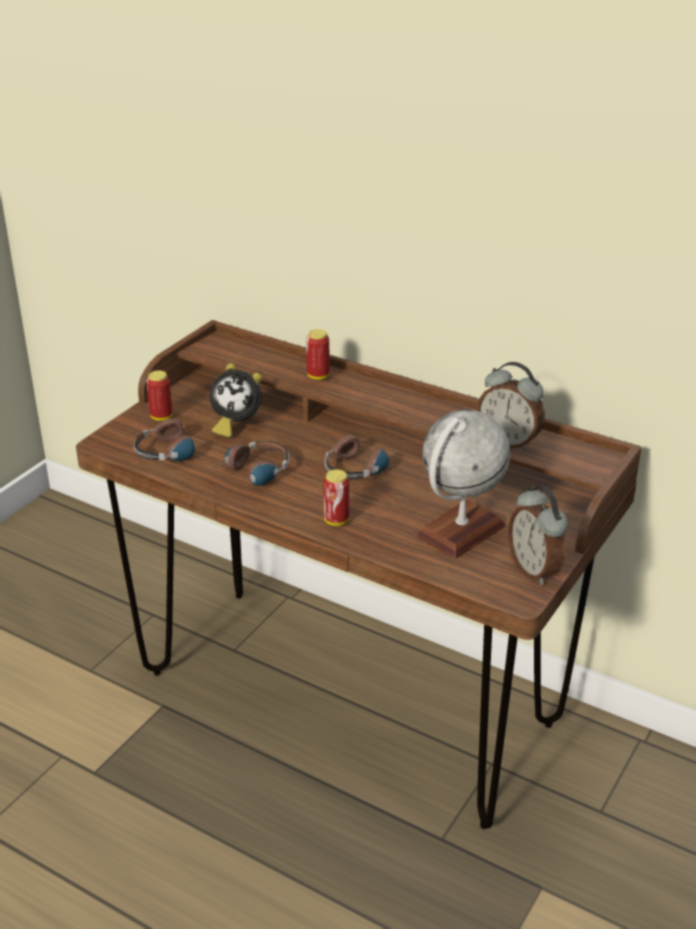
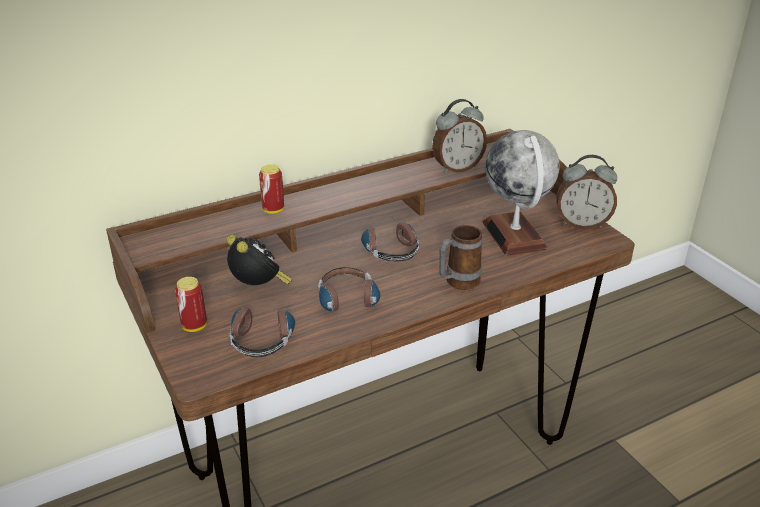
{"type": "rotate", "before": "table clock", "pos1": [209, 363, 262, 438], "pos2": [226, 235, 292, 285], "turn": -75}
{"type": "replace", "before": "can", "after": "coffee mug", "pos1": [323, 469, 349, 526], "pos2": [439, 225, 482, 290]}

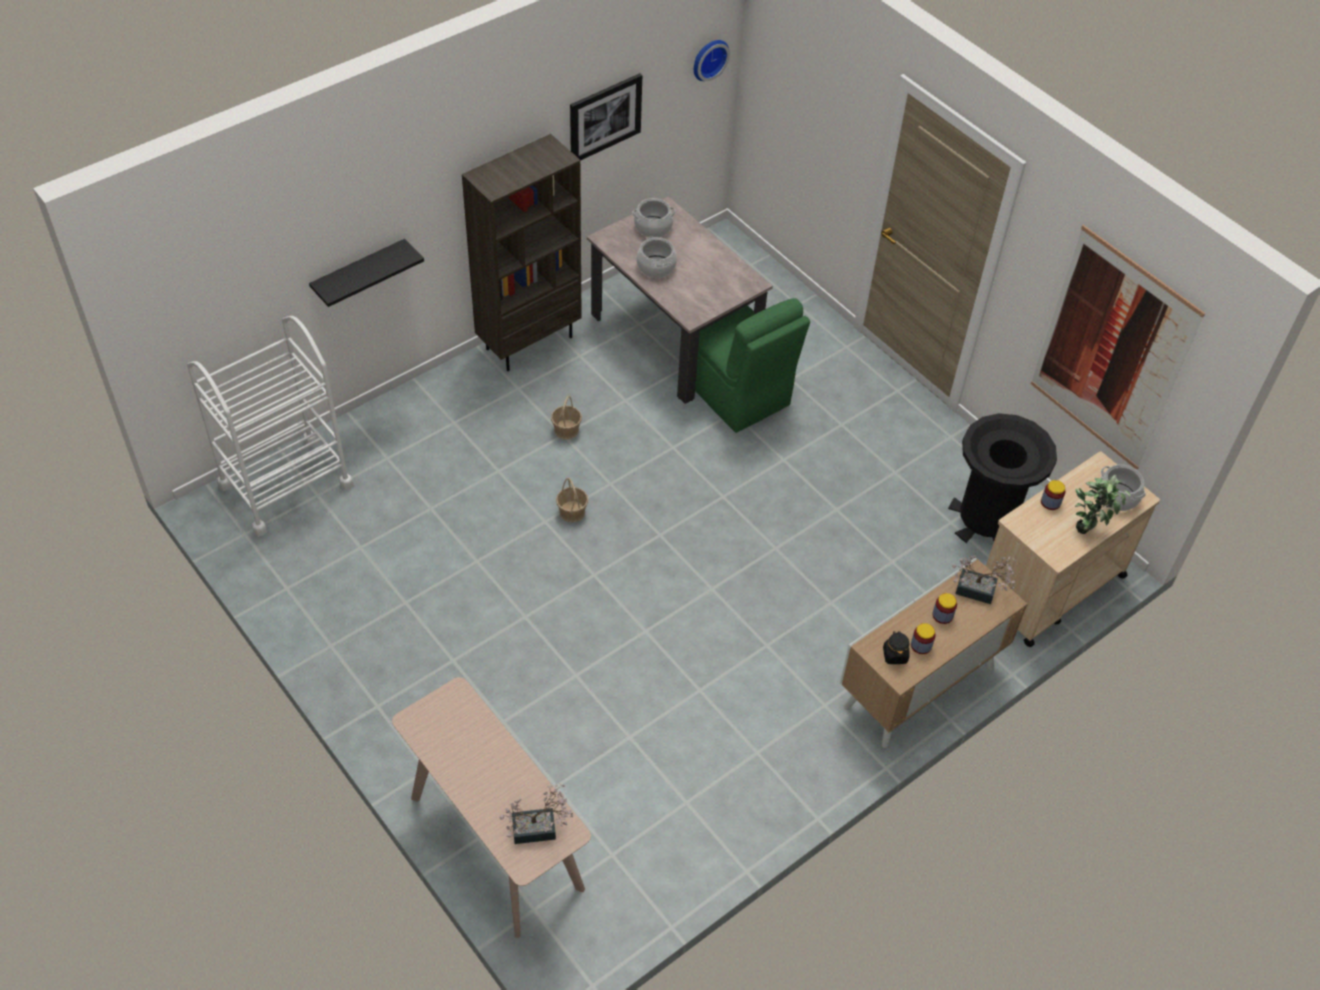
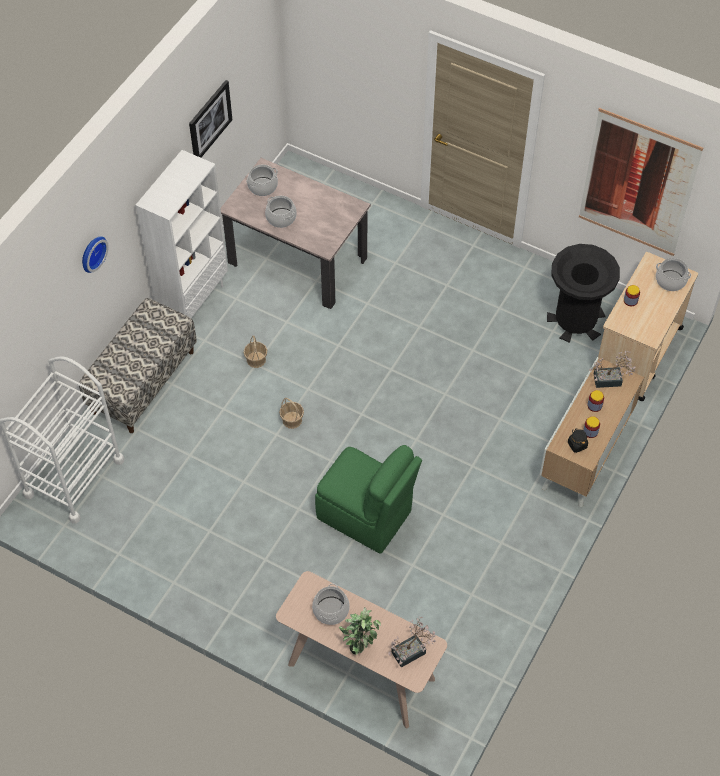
{"type": "delete", "before": "black shelf", "pos1": [309, 239, 424, 307]}
{"type": "recolor", "before": "brown shelving unit", "after": "white-coloured shelving unit", "pos1": [462, 134, 582, 371], "pos2": [135, 150, 228, 318]}
{"type": "move", "before": "hanging clock", "pos1": [694, 40, 730, 81], "pos2": [82, 236, 109, 273]}
{"type": "move", "before": "greenish upright chair", "pos1": [695, 298, 810, 433], "pos2": [315, 445, 422, 554]}
{"type": "move", "before": "plant in a pot", "pos1": [1075, 474, 1131, 534], "pos2": [339, 607, 381, 655]}
{"type": "insert", "after": "long seat", "pos2": [79, 298, 197, 433]}
{"type": "insert", "after": "cooking pot", "pos2": [312, 584, 350, 625]}

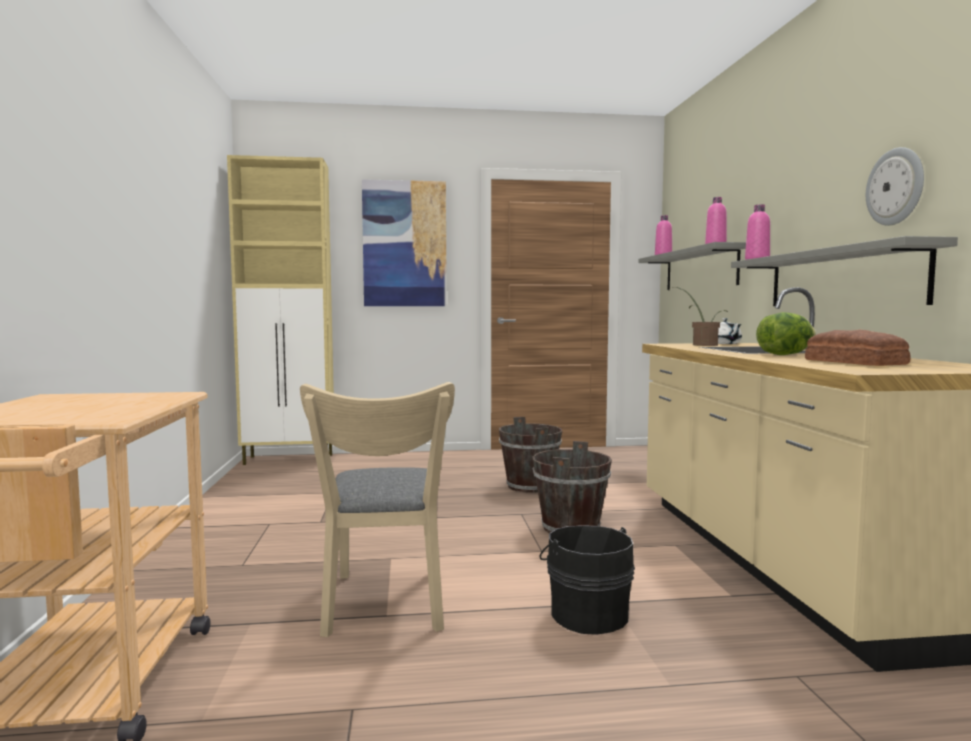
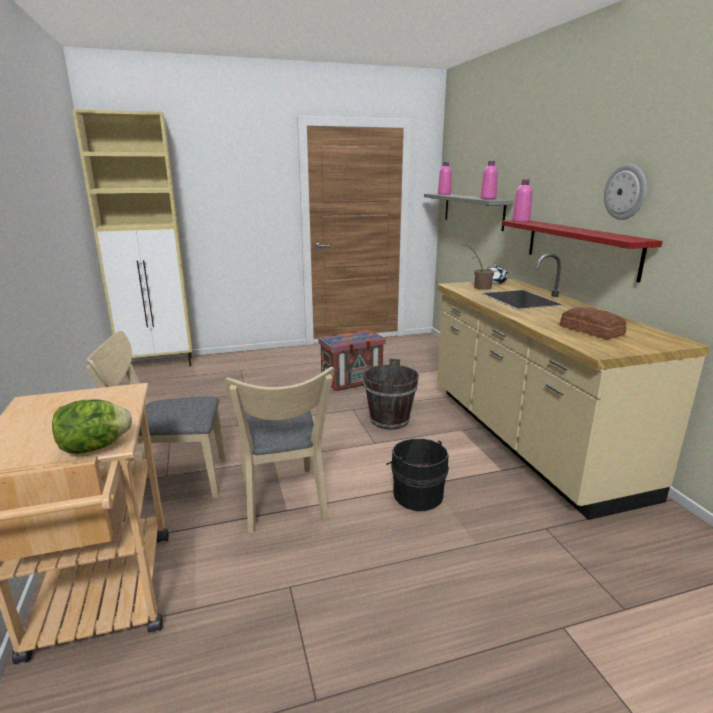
{"type": "delete", "before": "wall art", "pos1": [362, 179, 447, 306]}
{"type": "replace", "before": "brown bucket", "after": "shipping crate", "pos1": [499, 417, 562, 493], "pos2": [318, 330, 385, 391]}
{"type": "recolor", "before": "grey shelf", "after": "red-coloured shelf", "pos1": [731, 236, 958, 306], "pos2": [502, 220, 663, 283]}
{"type": "move", "before": "lettuce", "pos1": [756, 312, 816, 355], "pos2": [52, 399, 132, 454]}
{"type": "insert", "after": "beige-coloured upright chair", "pos2": [86, 331, 226, 498]}

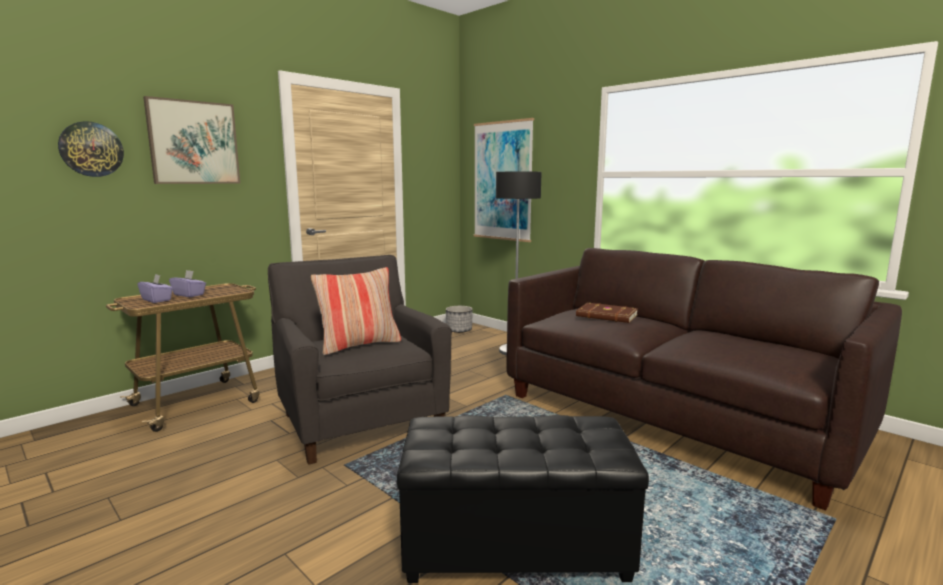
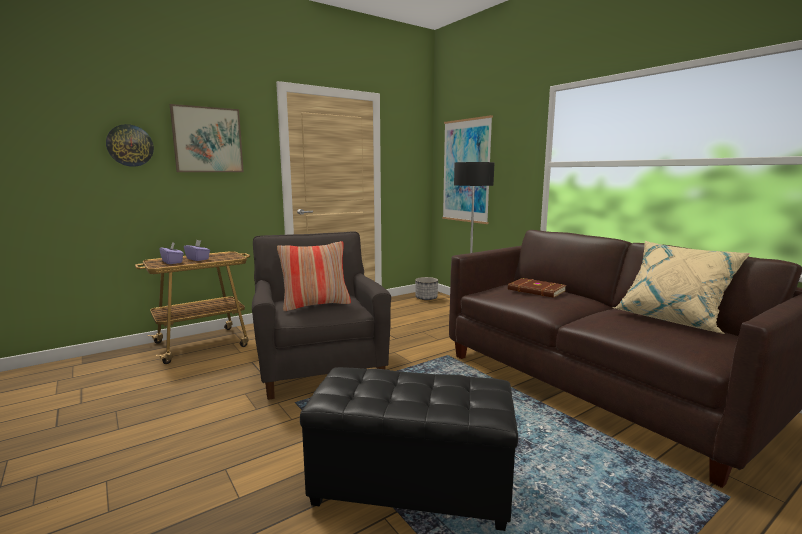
{"type": "insert", "after": "beige-coloured throw pillow", "pos2": [612, 241, 751, 334]}

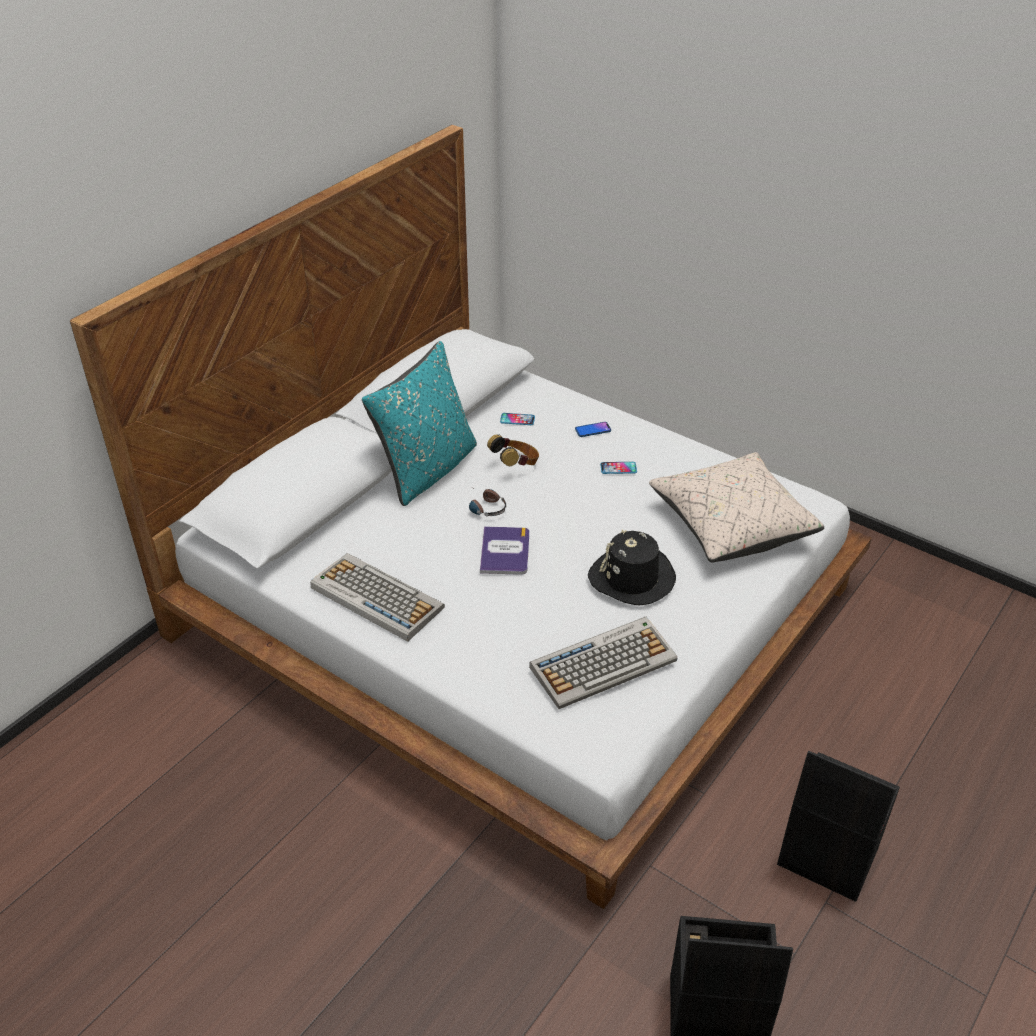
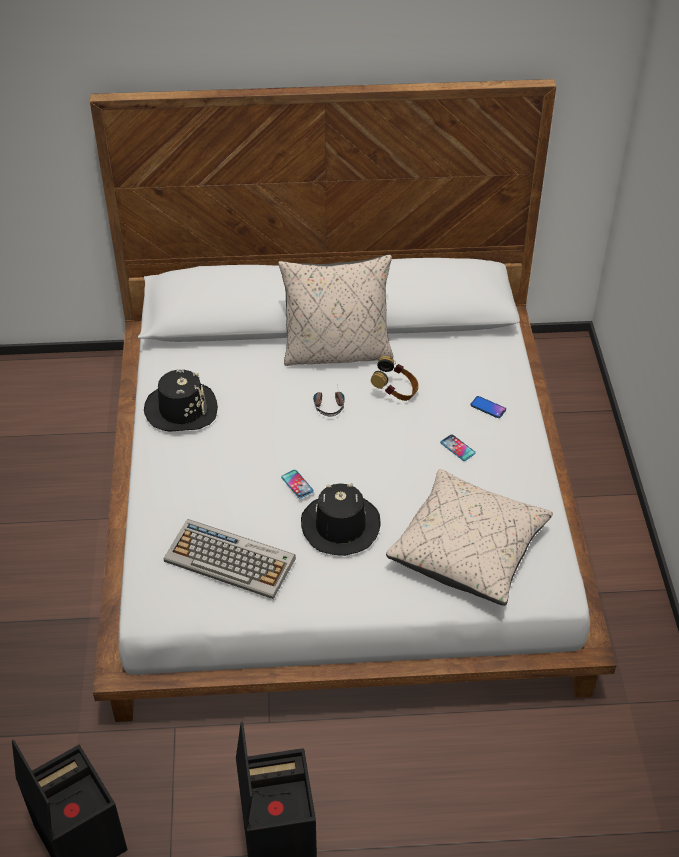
{"type": "replace", "before": "computer keyboard", "after": "black wearable hat", "pos1": [310, 553, 445, 642], "pos2": [144, 369, 218, 432]}
{"type": "recolor", "before": "turquoise throw pillow", "after": "beige-coloured throw pillow", "pos1": [362, 341, 477, 506], "pos2": [278, 255, 393, 366]}
{"type": "delete", "before": "book", "pos1": [480, 526, 529, 575]}
{"type": "move", "before": "telephone", "pos1": [500, 413, 535, 425], "pos2": [281, 470, 314, 499]}

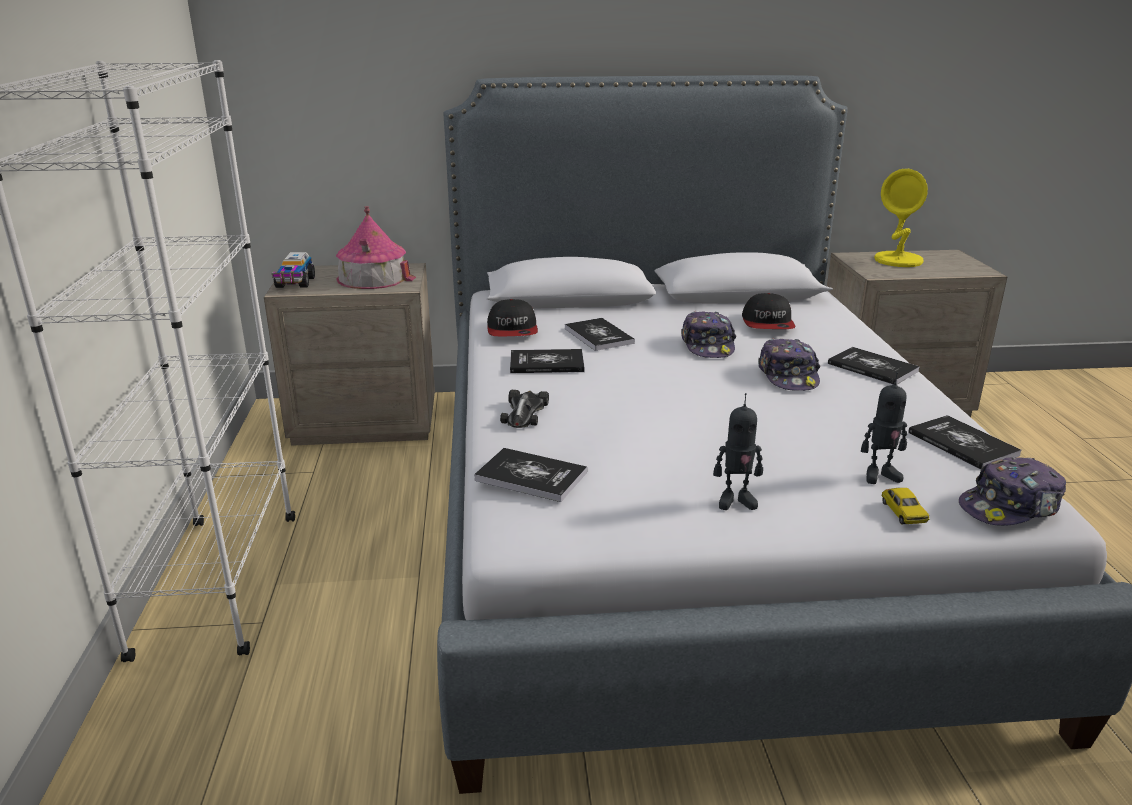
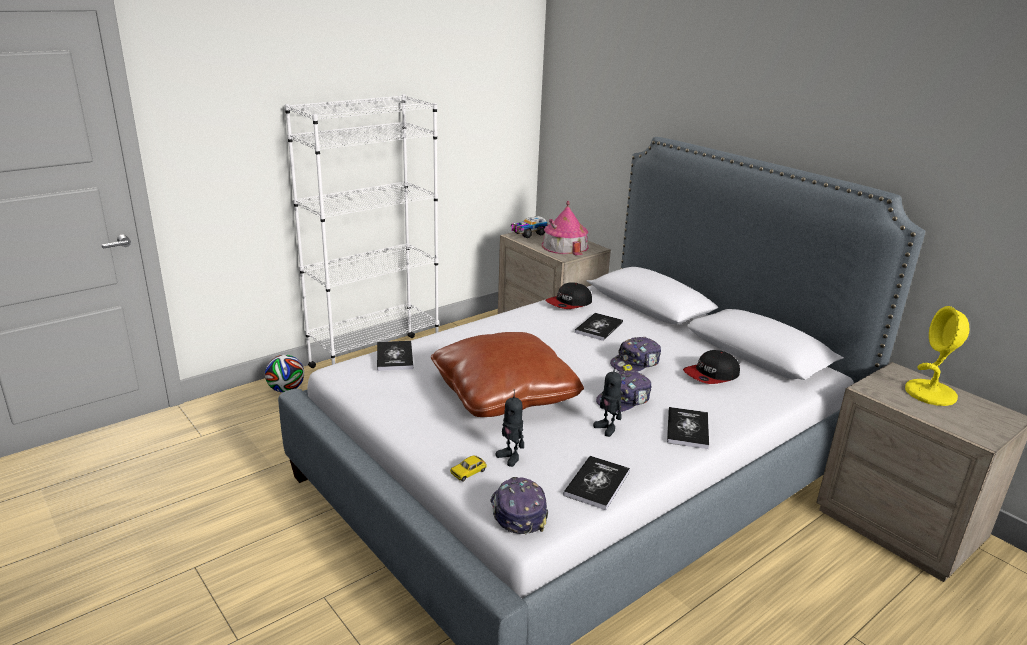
{"type": "delete", "before": "model car", "pos1": [500, 390, 549, 428]}
{"type": "delete", "before": "book", "pos1": [510, 349, 584, 373]}
{"type": "move", "before": "robot figure", "pos1": [713, 393, 763, 510], "pos2": [593, 364, 622, 437]}
{"type": "rotate", "before": "peaked cap", "pos1": [959, 457, 1066, 526], "pos2": [490, 477, 548, 534], "turn": 45}
{"type": "insert", "after": "football", "pos2": [265, 355, 304, 393]}
{"type": "insert", "after": "brown throw pillow", "pos2": [431, 332, 584, 417]}

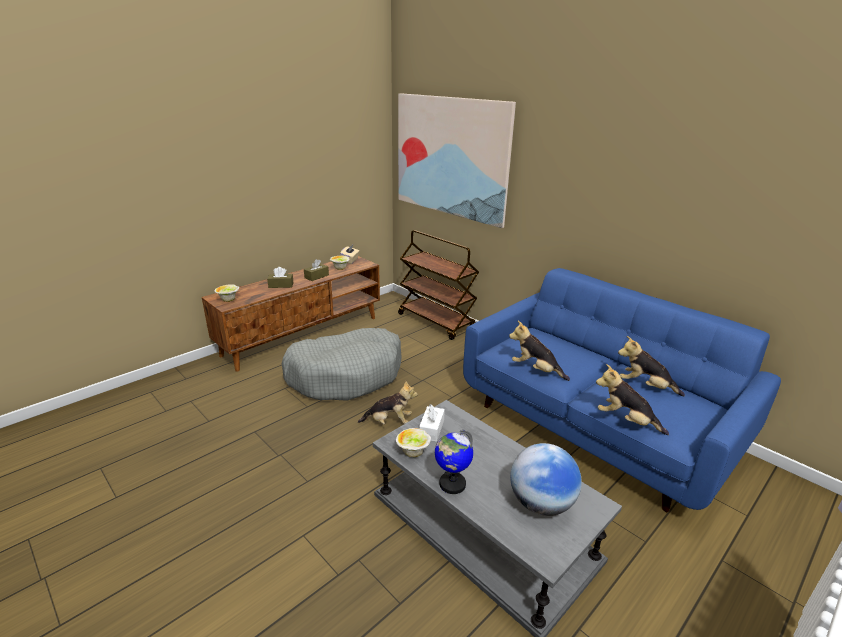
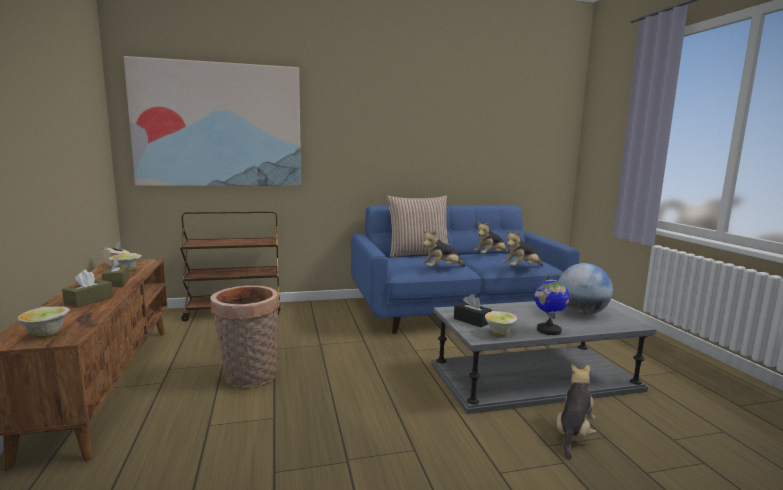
{"type": "replace", "before": "grey pet bed", "after": "household basket", "pos1": [282, 328, 401, 401], "pos2": [210, 285, 279, 388]}
{"type": "move", "before": "plush toy", "pos1": [358, 381, 418, 424], "pos2": [557, 364, 597, 460]}
{"type": "recolor", "before": "white-coloured tissue holder", "after": "black tissue holder", "pos1": [419, 404, 445, 442], "pos2": [454, 294, 492, 327]}
{"type": "insert", "after": "throw pillow", "pos2": [387, 196, 449, 258]}

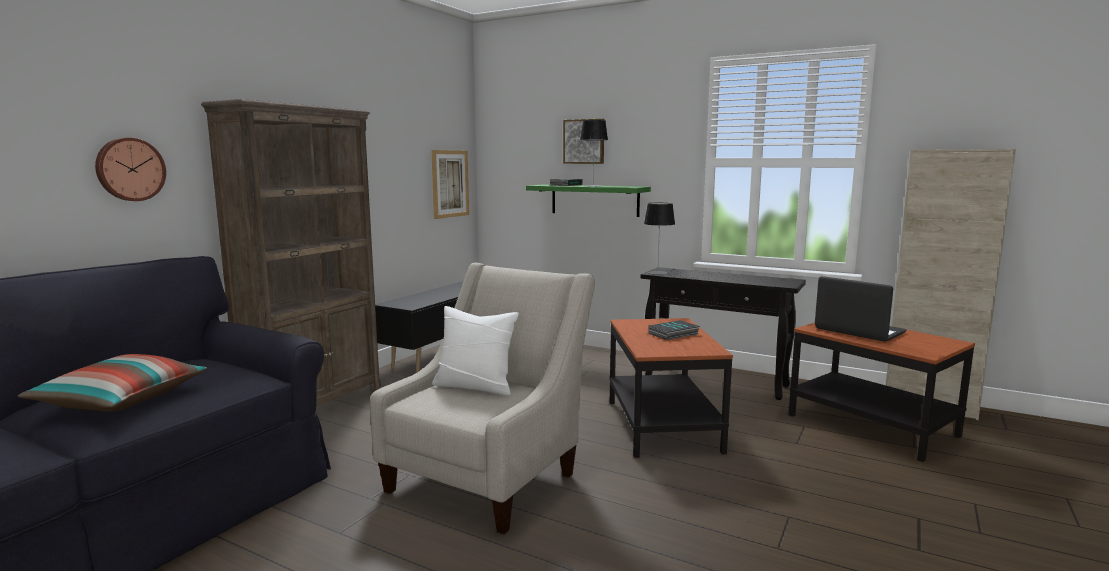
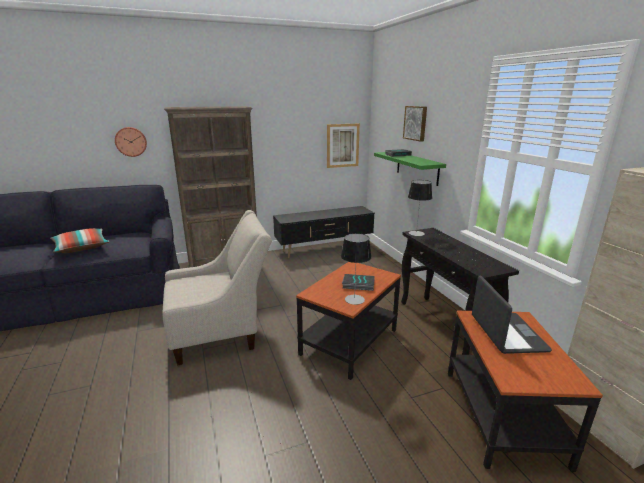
{"type": "delete", "before": "white-coloured throw pillow", "pos1": [432, 306, 519, 396]}
{"type": "move", "before": "tabletop lamp", "pos1": [580, 120, 608, 187], "pos2": [341, 233, 372, 305]}

